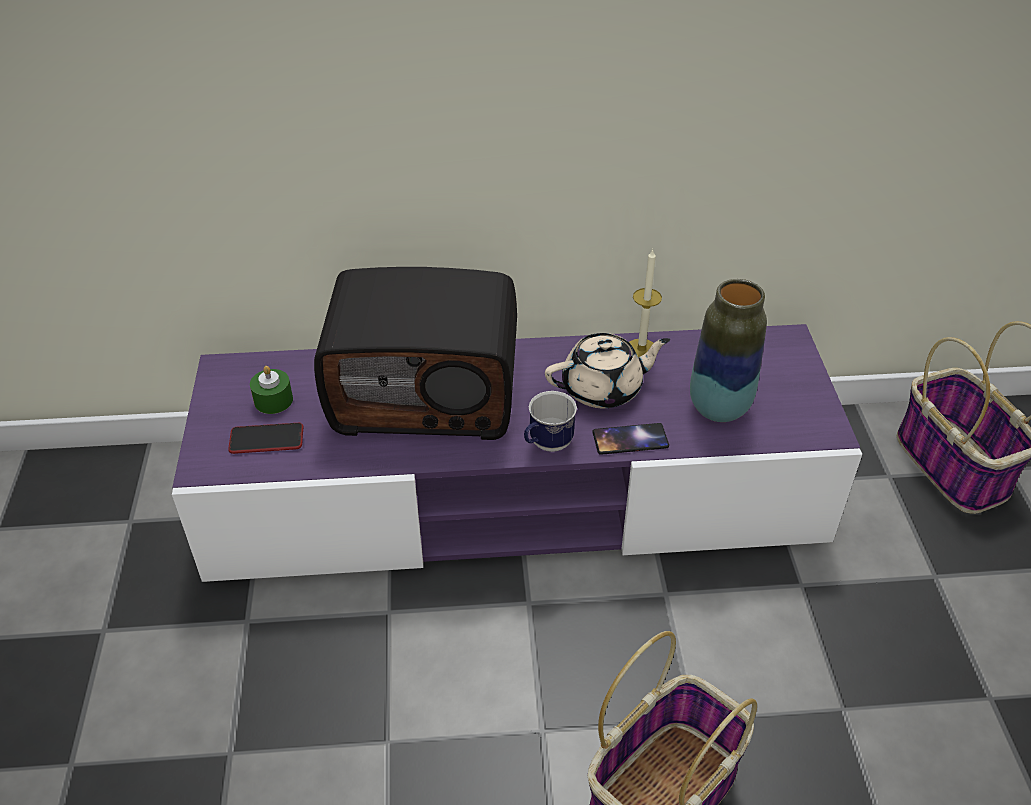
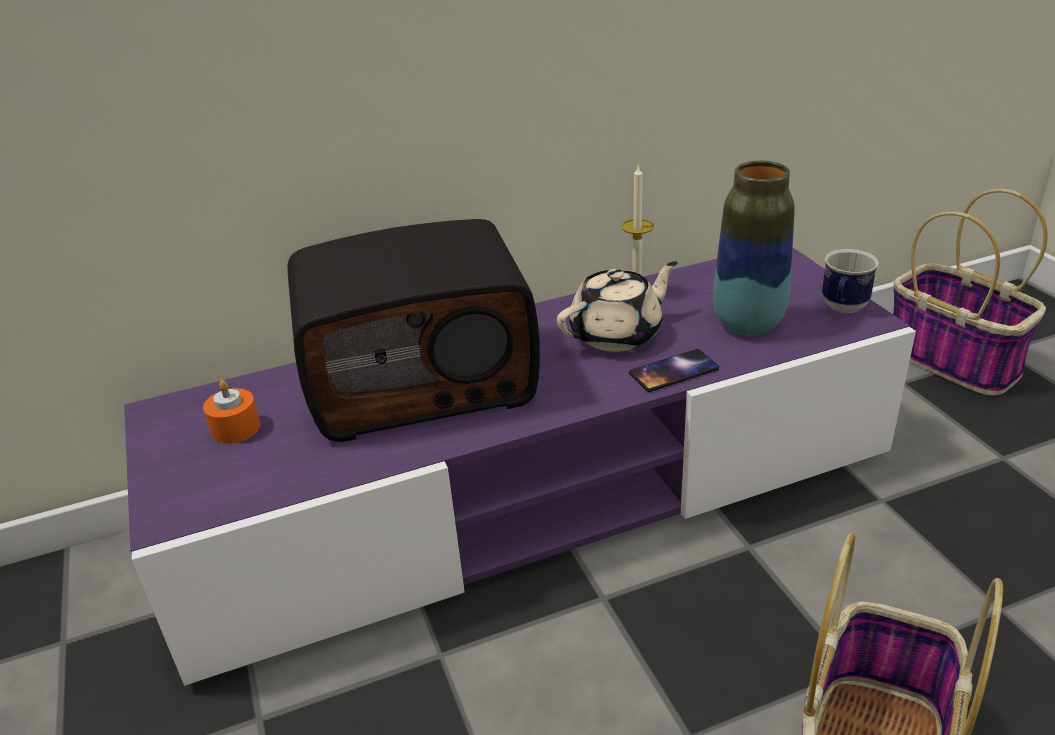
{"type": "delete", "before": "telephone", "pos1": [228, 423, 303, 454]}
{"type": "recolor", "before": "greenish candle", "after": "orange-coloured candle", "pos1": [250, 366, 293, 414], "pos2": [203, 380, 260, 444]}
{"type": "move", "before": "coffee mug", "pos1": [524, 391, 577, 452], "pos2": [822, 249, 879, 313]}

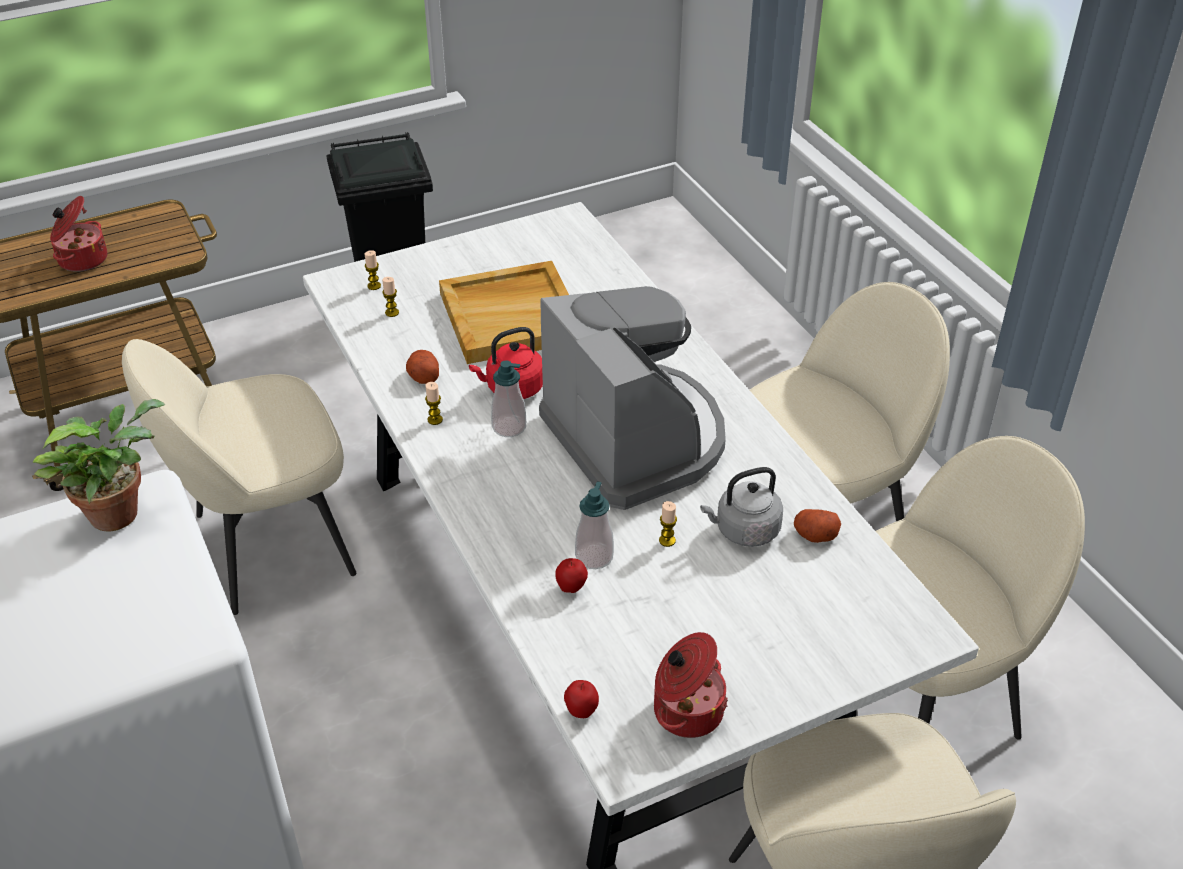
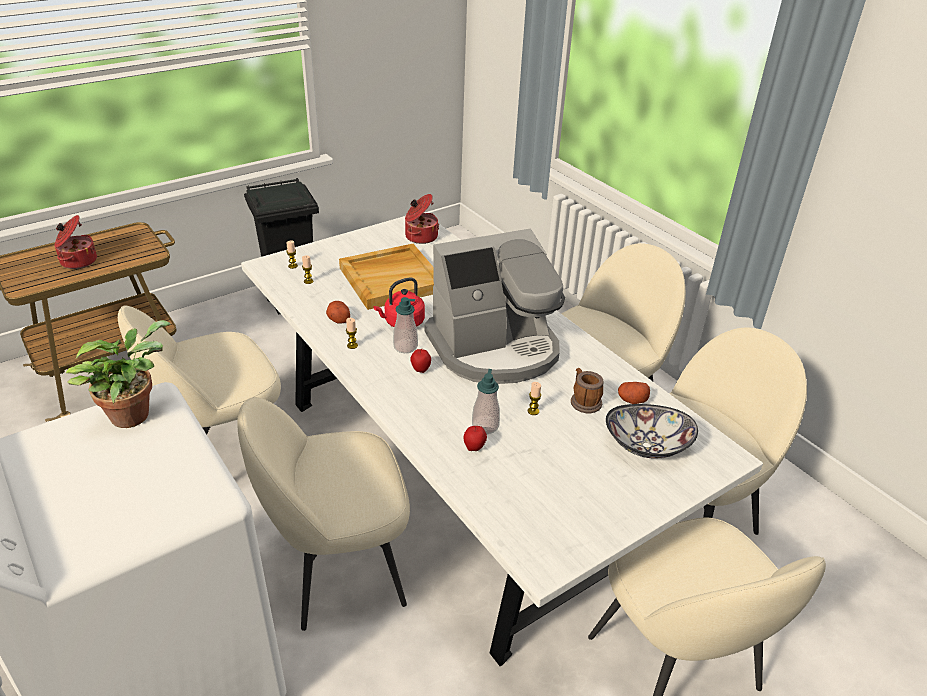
{"type": "rotate", "before": "coffee maker", "pos1": [539, 286, 726, 510], "pos2": [424, 228, 565, 384], "turn": 105}
{"type": "move", "before": "whole apple", "pos1": [564, 680, 599, 718], "pos2": [410, 349, 431, 373]}
{"type": "move", "before": "cooking pot", "pos1": [654, 632, 728, 738], "pos2": [405, 194, 439, 244]}
{"type": "replace", "before": "grey kettle", "after": "coffee mug", "pos1": [700, 467, 783, 547], "pos2": [571, 368, 603, 413]}
{"type": "insert", "after": "beige-coloured upright chair", "pos2": [237, 397, 410, 631]}
{"type": "insert", "after": "deep dish", "pos2": [606, 404, 698, 459]}

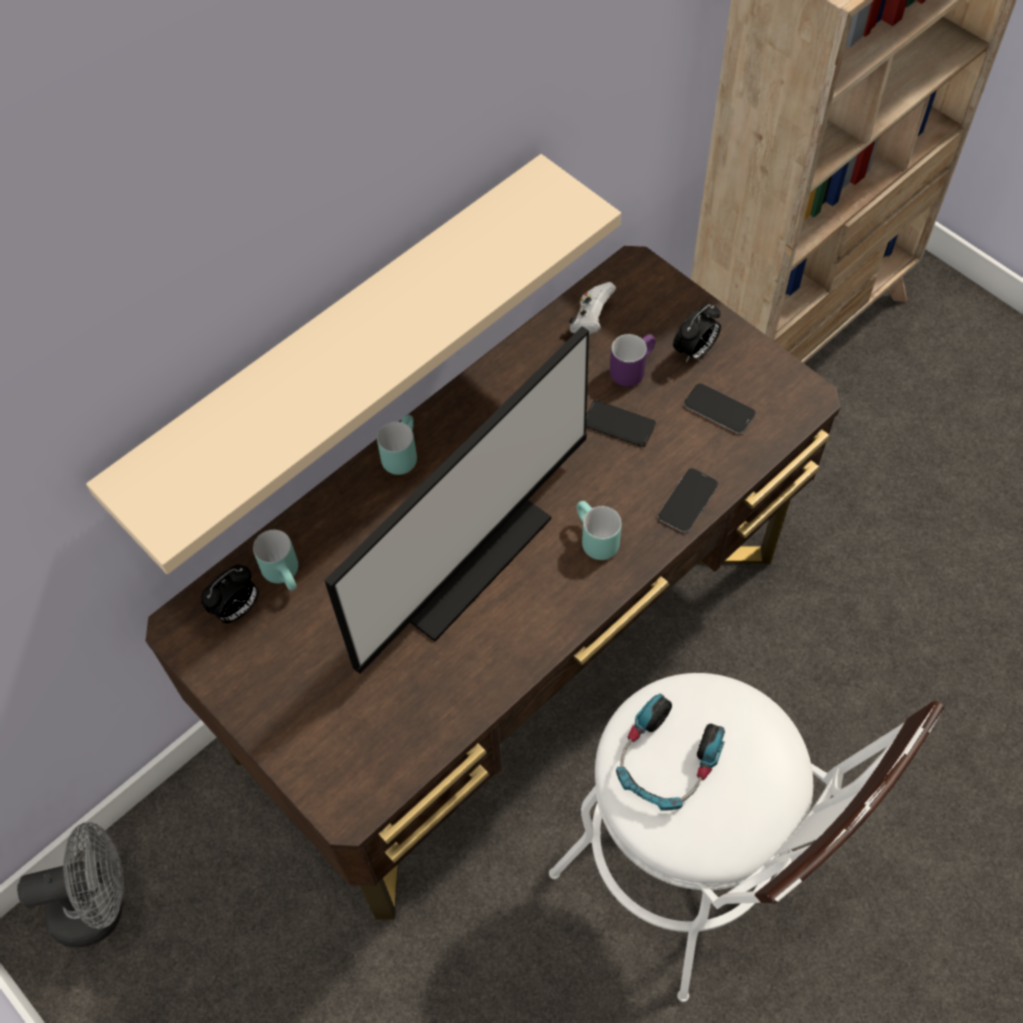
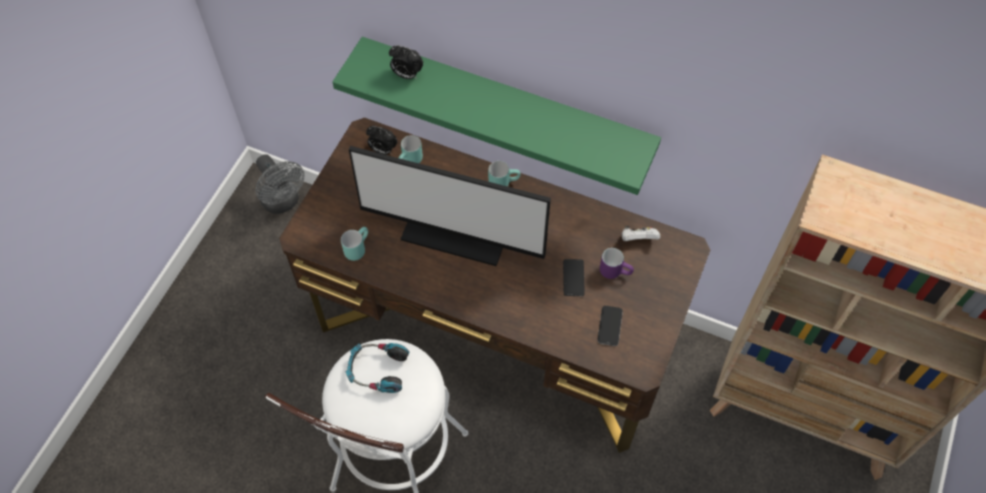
{"type": "recolor", "before": "beige-coloured shelf", "after": "greenish shelf", "pos1": [86, 154, 621, 574], "pos2": [332, 37, 661, 195]}
{"type": "move", "before": "turquoise coffee mug", "pos1": [577, 501, 622, 560], "pos2": [341, 227, 368, 261]}
{"type": "delete", "before": "telephone", "pos1": [658, 468, 718, 532]}
{"type": "move", "before": "table clock", "pos1": [673, 304, 721, 362], "pos2": [389, 45, 423, 79]}

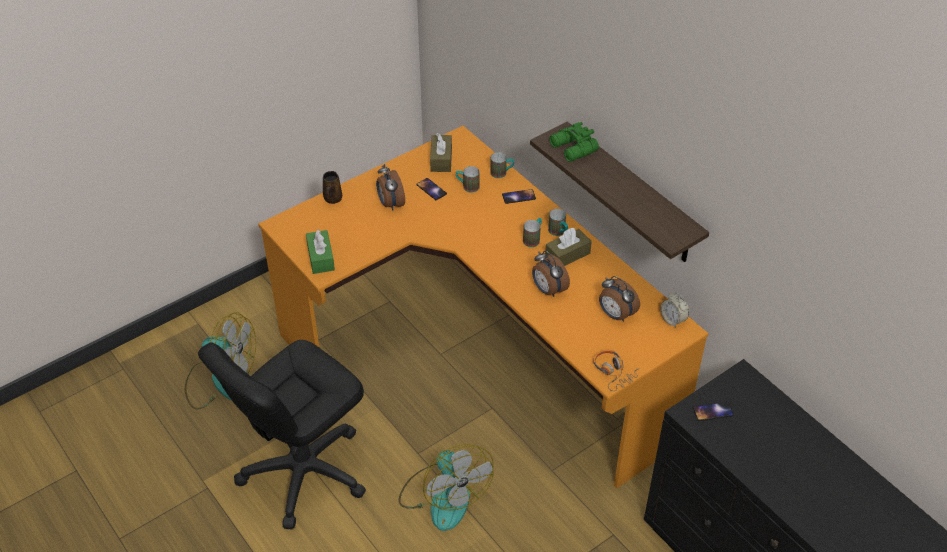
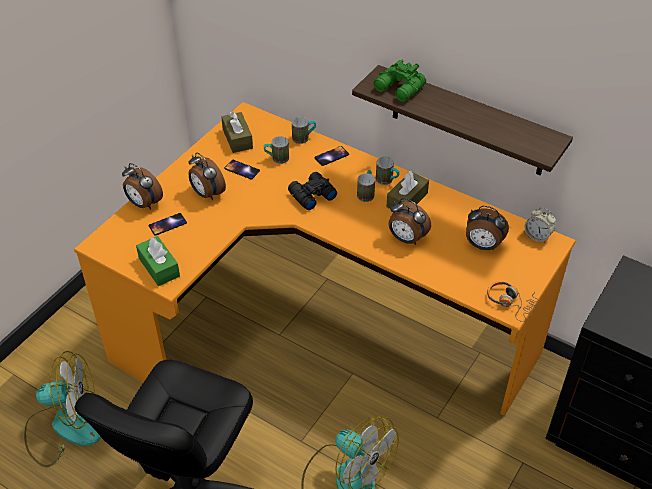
{"type": "replace", "before": "brown coffee mug", "after": "table clock", "pos1": [323, 171, 342, 204], "pos2": [122, 163, 163, 210]}
{"type": "move", "before": "telephone", "pos1": [693, 401, 734, 421], "pos2": [149, 213, 187, 236]}
{"type": "insert", "after": "black pair of binoculars", "pos2": [288, 172, 337, 210]}

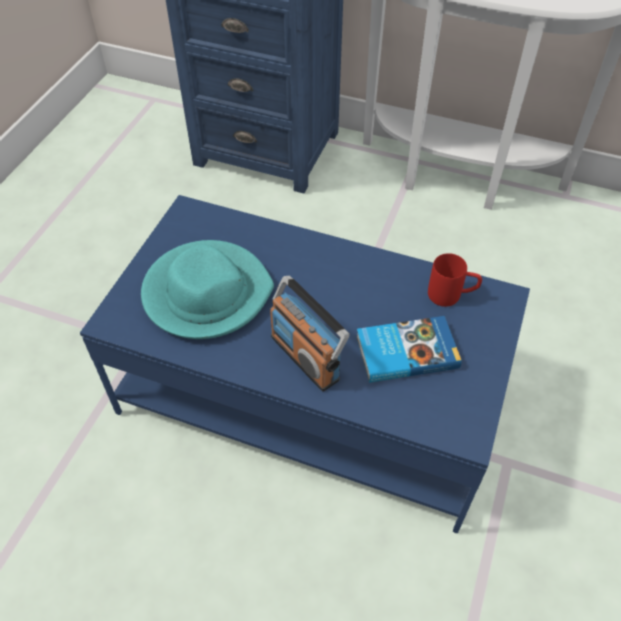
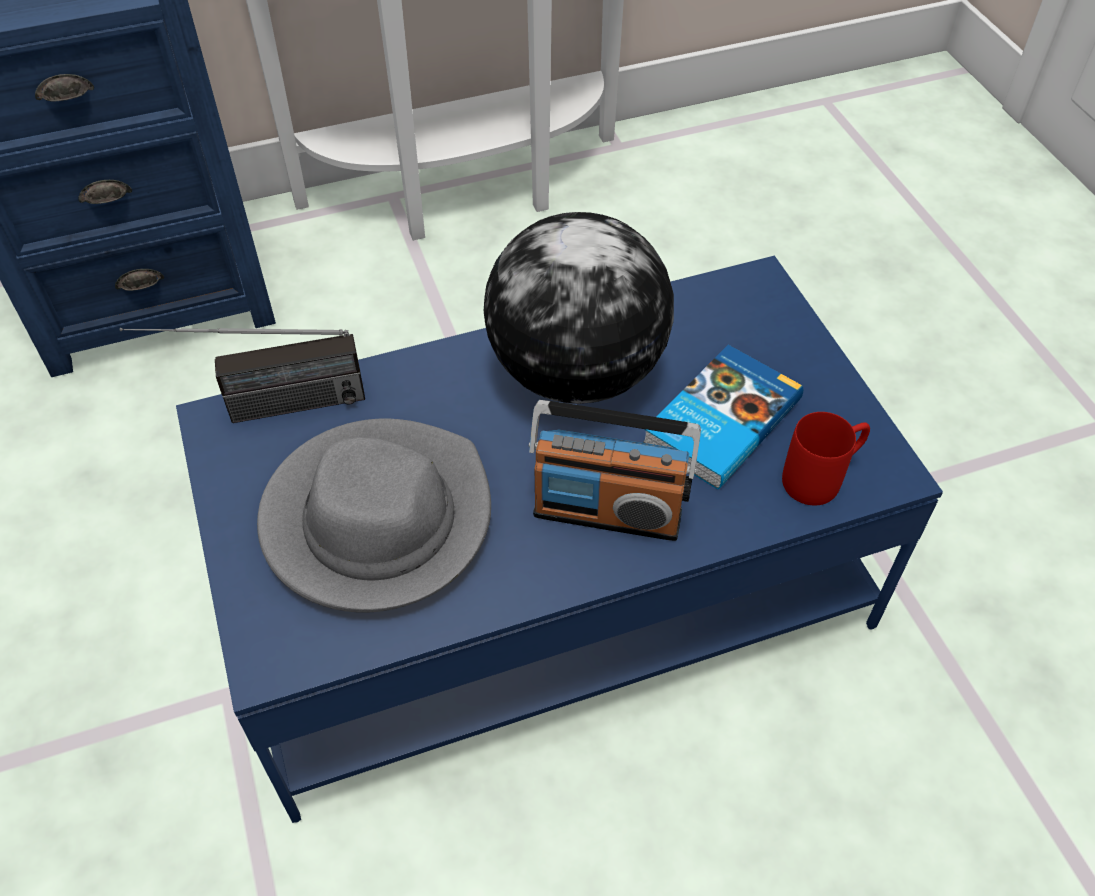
{"type": "recolor", "before": "turquoise wearable hat", "after": "grey wearable hat", "pos1": [141, 240, 274, 339], "pos2": [257, 419, 491, 613]}
{"type": "move", "before": "red-coloured coffee mug", "pos1": [428, 253, 482, 307], "pos2": [782, 412, 870, 505]}
{"type": "insert", "after": "radio", "pos2": [120, 328, 365, 423]}
{"type": "insert", "after": "world globe", "pos2": [484, 212, 674, 404]}

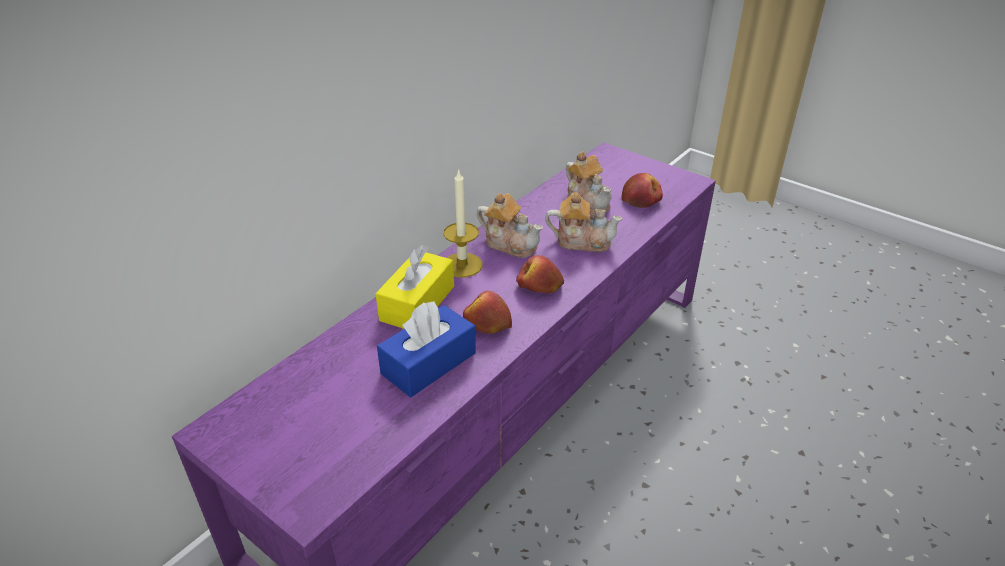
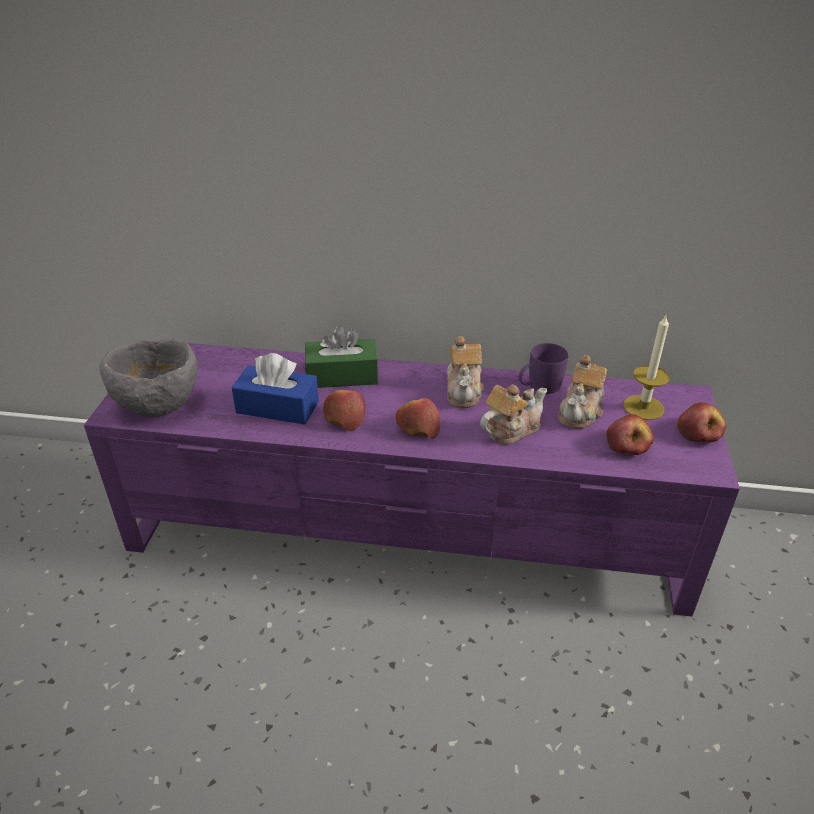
{"type": "recolor", "before": "yellow-coloured tissue holder", "after": "greenish tissue holder", "pos1": [375, 245, 454, 329], "pos2": [305, 326, 378, 388]}
{"type": "move", "before": "candle", "pos1": [443, 168, 482, 277], "pos2": [623, 314, 670, 420]}
{"type": "rotate", "before": "teapot", "pos1": [545, 192, 623, 252], "pos2": [480, 384, 547, 445], "turn": -105}
{"type": "insert", "after": "grey deep dish", "pos2": [99, 338, 197, 417]}
{"type": "insert", "after": "purple coffee mug", "pos2": [519, 343, 568, 394]}
{"type": "insert", "after": "whole apple", "pos2": [676, 403, 726, 442]}

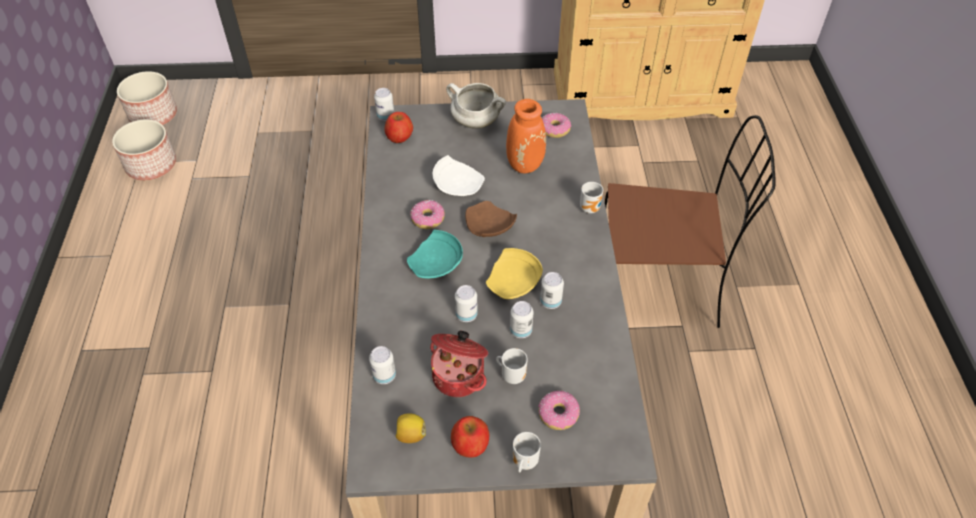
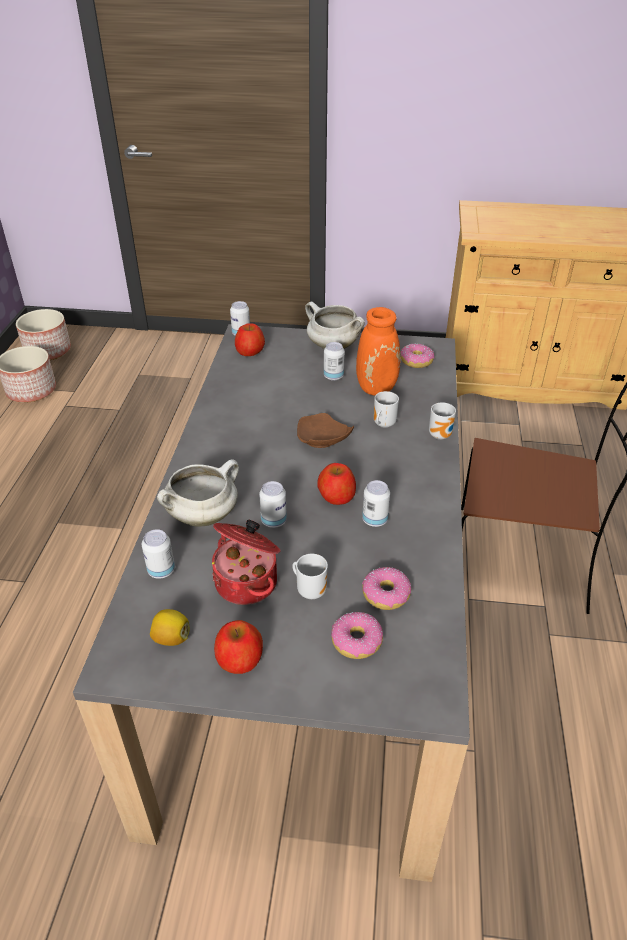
{"type": "delete", "before": "turquoise dinner plate", "pos1": [407, 230, 463, 278]}
{"type": "move", "before": "ring doughnut", "pos1": [410, 200, 445, 229], "pos2": [362, 567, 411, 610]}
{"type": "delete", "before": "white-coloured dinner plate", "pos1": [433, 155, 485, 196]}
{"type": "replace", "before": "yellow-coloured dinner plate", "after": "whole apple", "pos1": [486, 248, 543, 299], "pos2": [317, 463, 356, 505]}
{"type": "move", "before": "can", "pos1": [510, 301, 534, 338], "pos2": [324, 342, 345, 381]}
{"type": "move", "before": "coffee mug", "pos1": [513, 432, 541, 472], "pos2": [374, 391, 399, 428]}
{"type": "insert", "after": "white-coloured cooking pot", "pos2": [157, 459, 239, 527]}

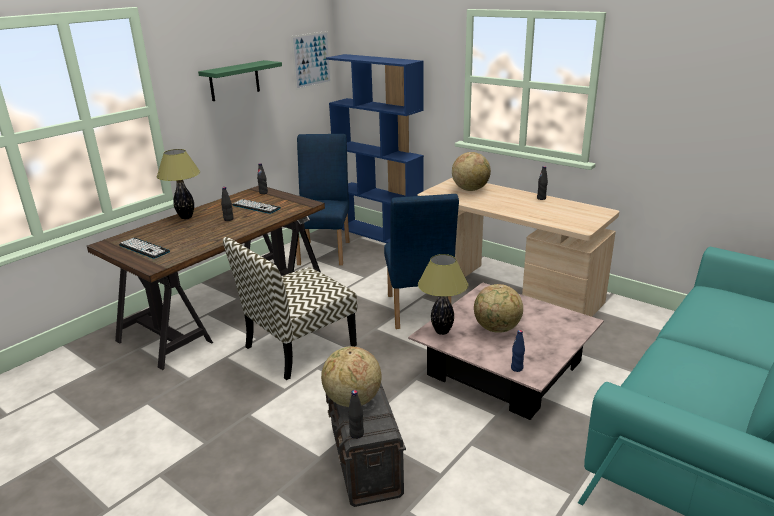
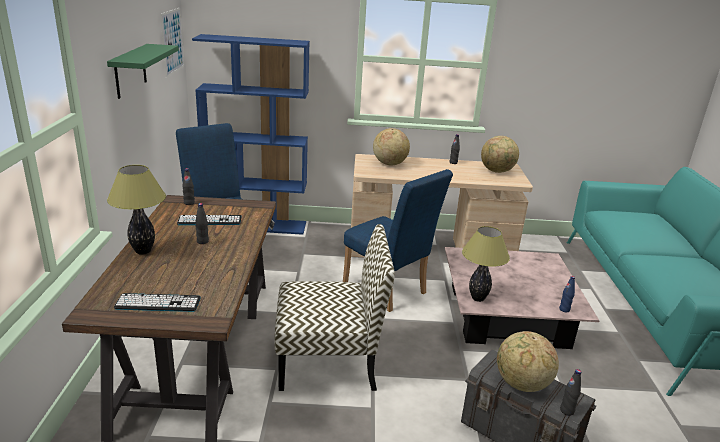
{"type": "rotate", "before": "upright chair", "pos1": [223, 237, 357, 380], "pos2": [274, 224, 395, 391], "turn": -105}
{"type": "move", "before": "world globe", "pos1": [474, 284, 523, 333], "pos2": [481, 136, 519, 173]}

